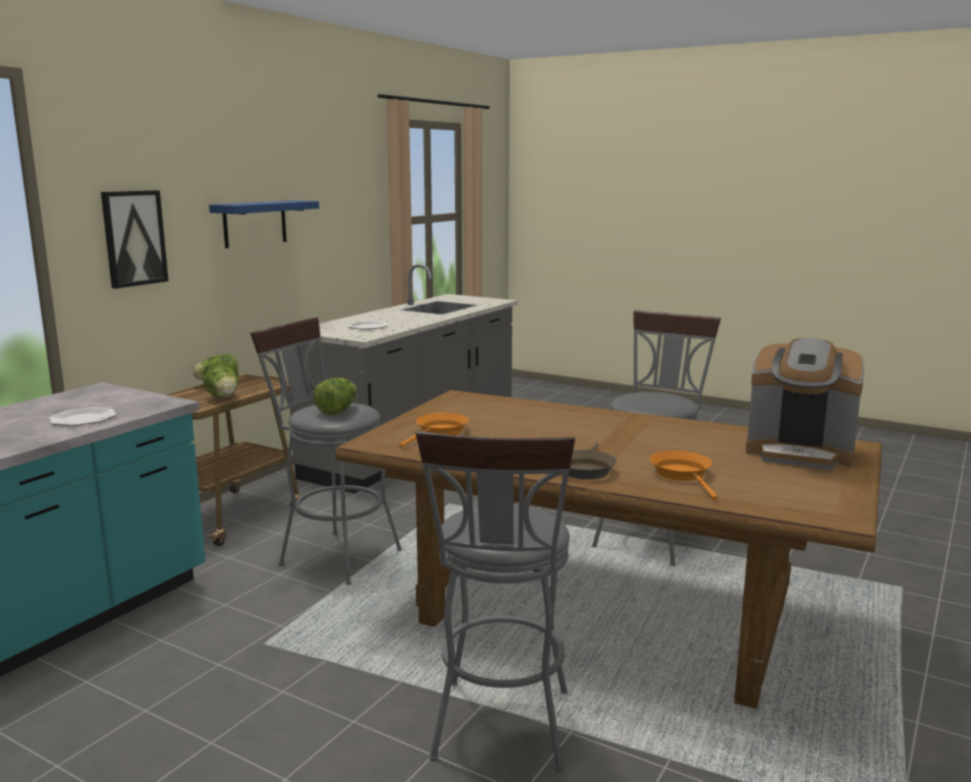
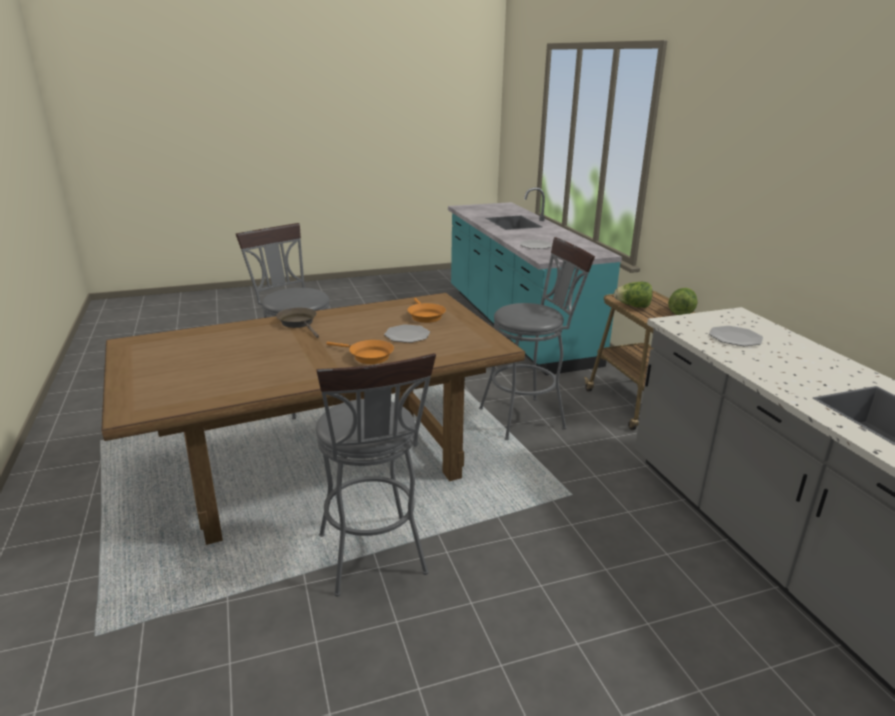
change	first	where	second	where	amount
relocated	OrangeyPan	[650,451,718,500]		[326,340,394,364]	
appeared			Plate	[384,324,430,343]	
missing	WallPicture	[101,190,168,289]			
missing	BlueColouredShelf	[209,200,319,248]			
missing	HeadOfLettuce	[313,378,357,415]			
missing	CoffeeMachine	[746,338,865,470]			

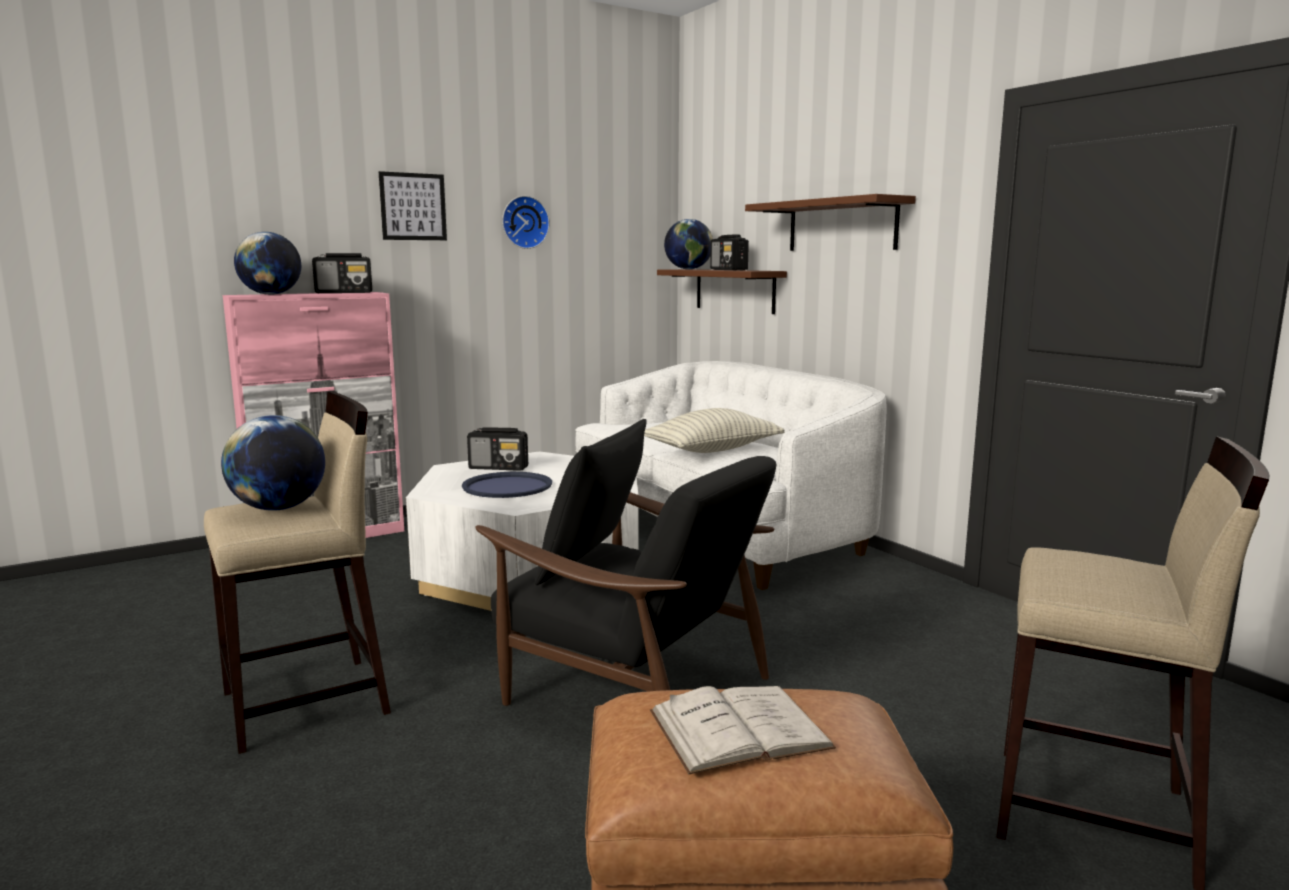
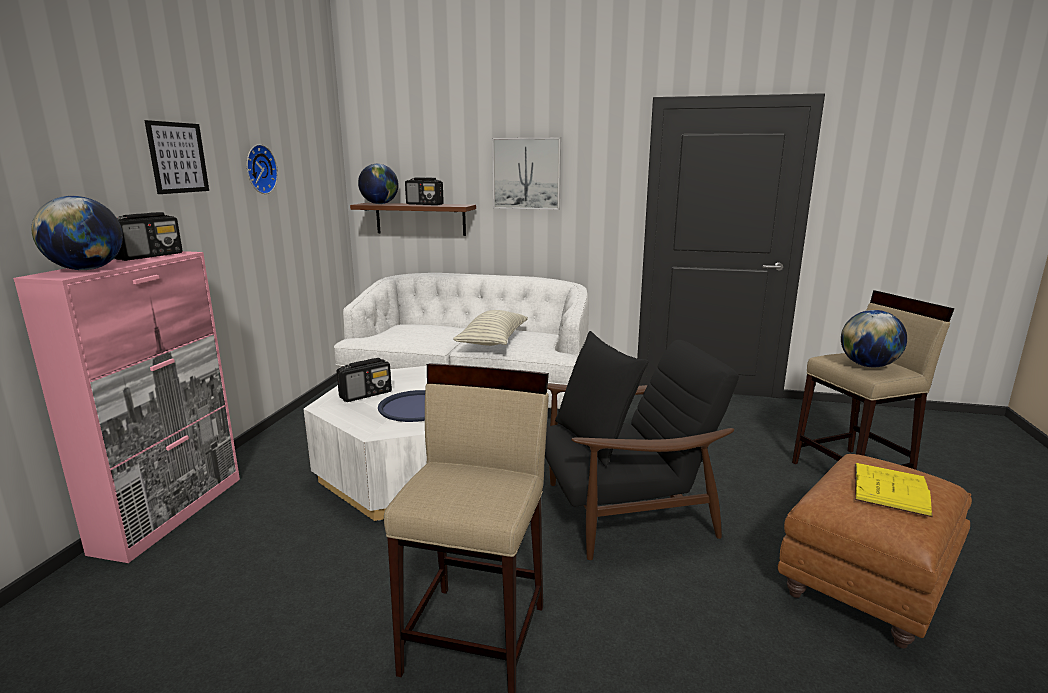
change	first	where	second	where	amount
exchanged	BrownColouredShelf	[745,194,916,251]	WallPicture	[492,137,561,210]	
relocated	DeskGlobe	[221,415,325,511]		[841,310,907,367]	
colour	WhiteColouredVolume	[650,686,836,774]	YellowColouredVolume	[855,463,933,517]	

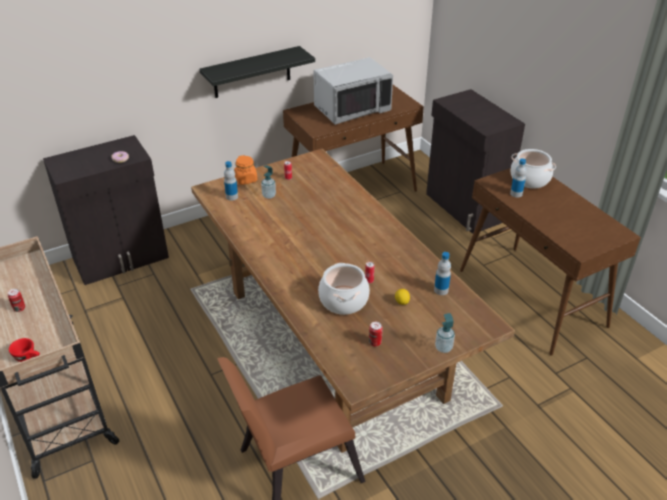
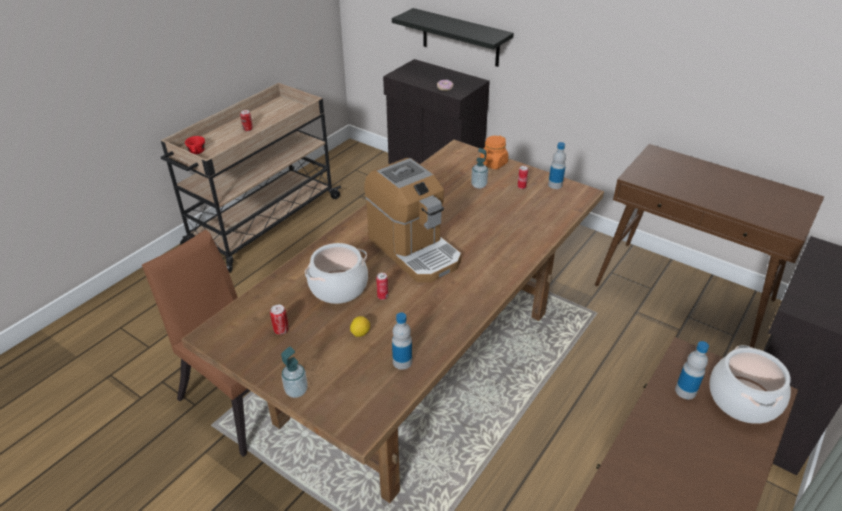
change	first	where	second	where	amount
appeared			CoffeeMachine	[364,158,461,282]	
relocated	BlackShelf	[200,46,315,98]		[392,8,514,67]	
relocated	BeverageBottle	[224,161,238,201]		[548,142,566,189]	
missing	GrayMicrowaveOven	[313,57,393,125]			

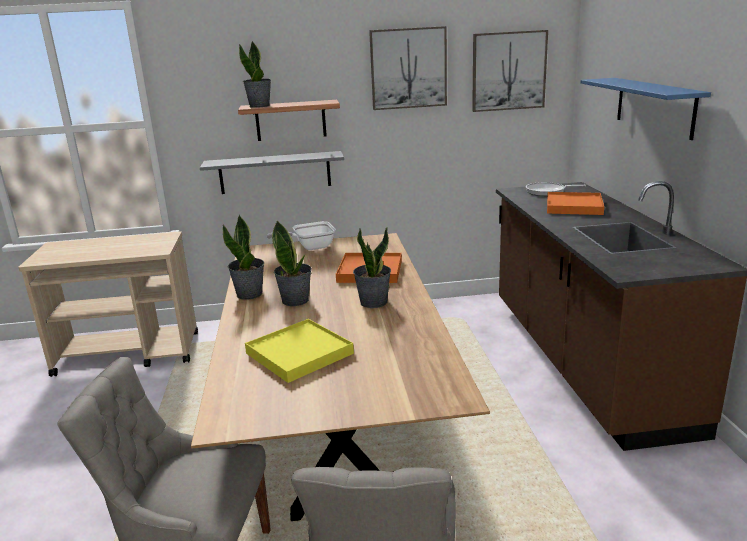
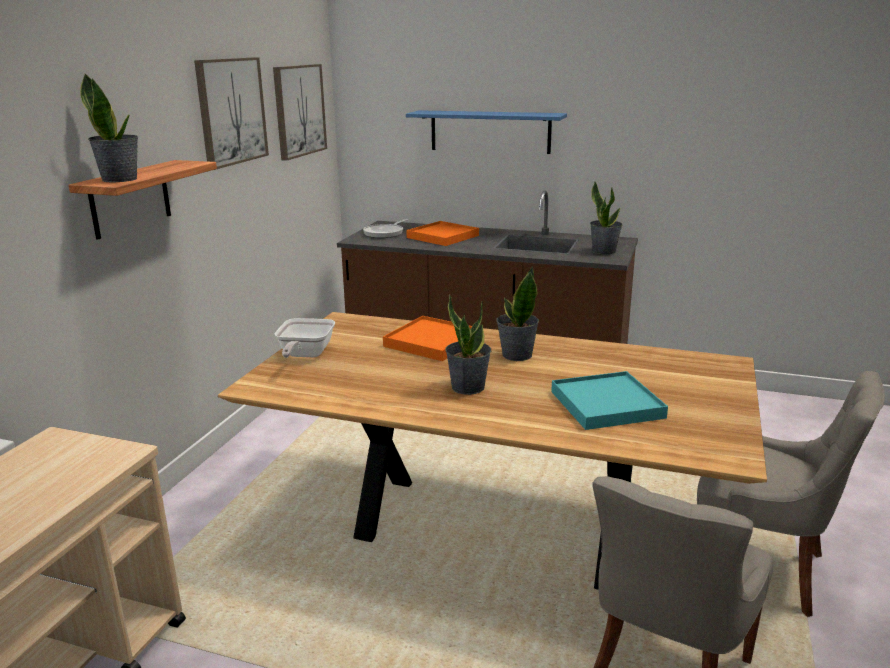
change	first	where	second	where	amount
colour	YellowColouredServingTray	[245,319,354,383]	BlueGreenServingTray	[551,371,668,430]	
relocated	PlantInAPot	[223,214,264,300]		[590,181,622,255]	
missing	GrayShelf	[200,151,344,194]			

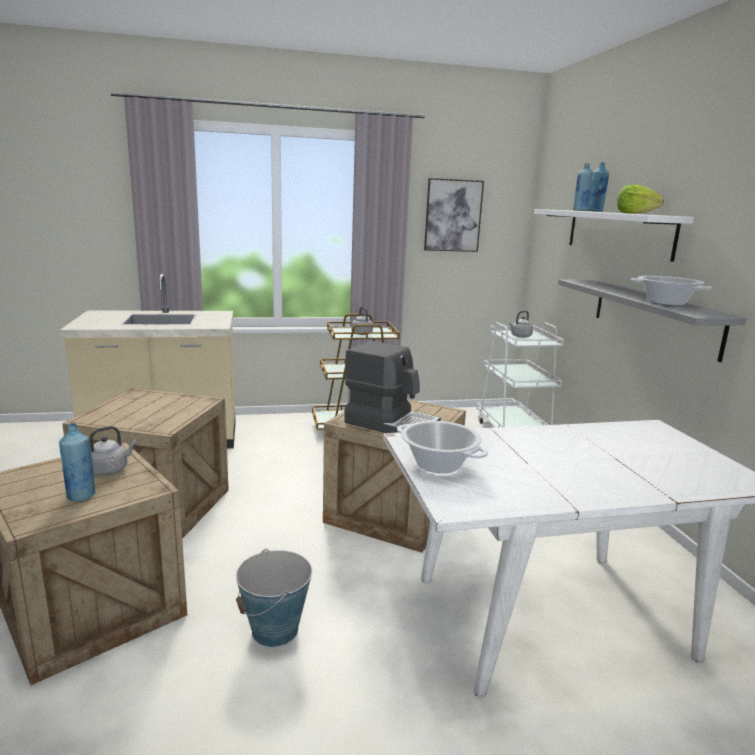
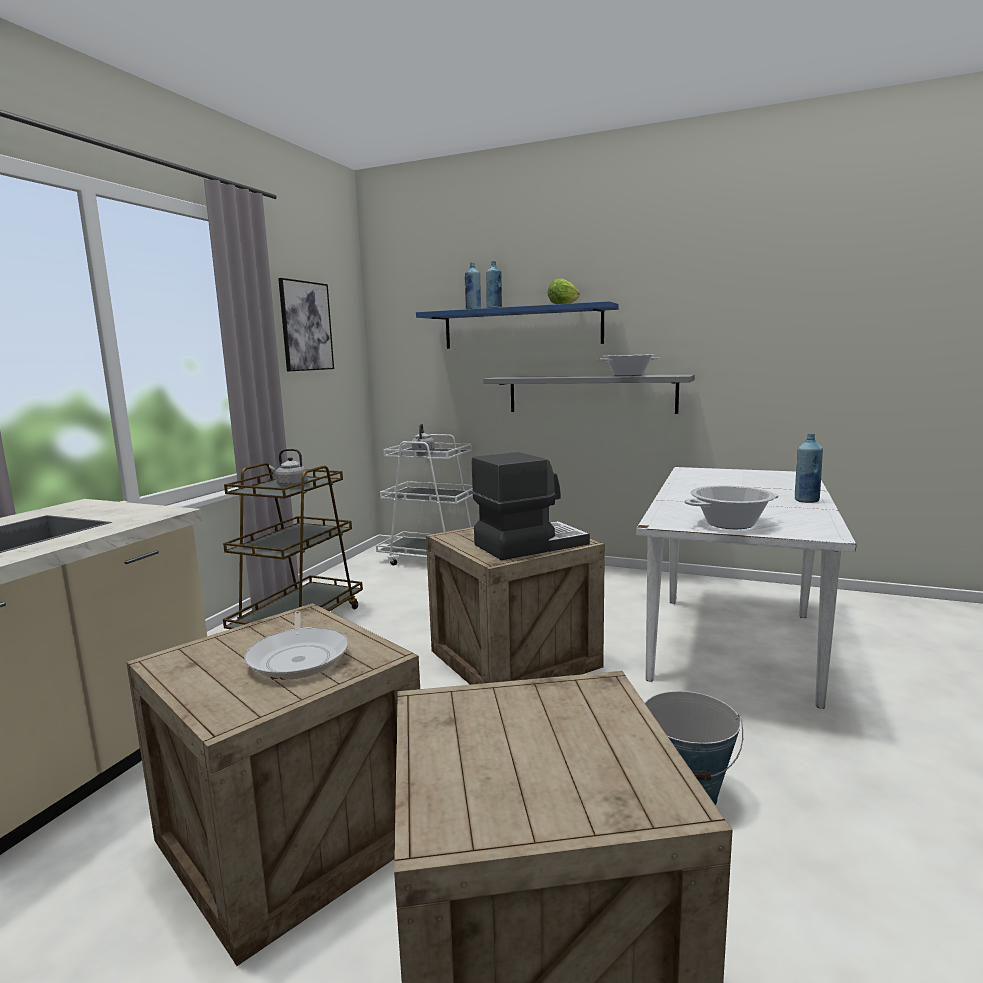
change	first	where	second	where	amount
appeared			Pan	[244,611,349,679]	
colour	WhiteColouredShelf	[534,209,694,262]	BlueColouredShelf	[416,301,619,349]	
relocated	BlueColouredBeverageBottle	[59,423,96,502]		[795,434,823,503]	
missing	GrayTeaKettle	[89,426,137,475]			

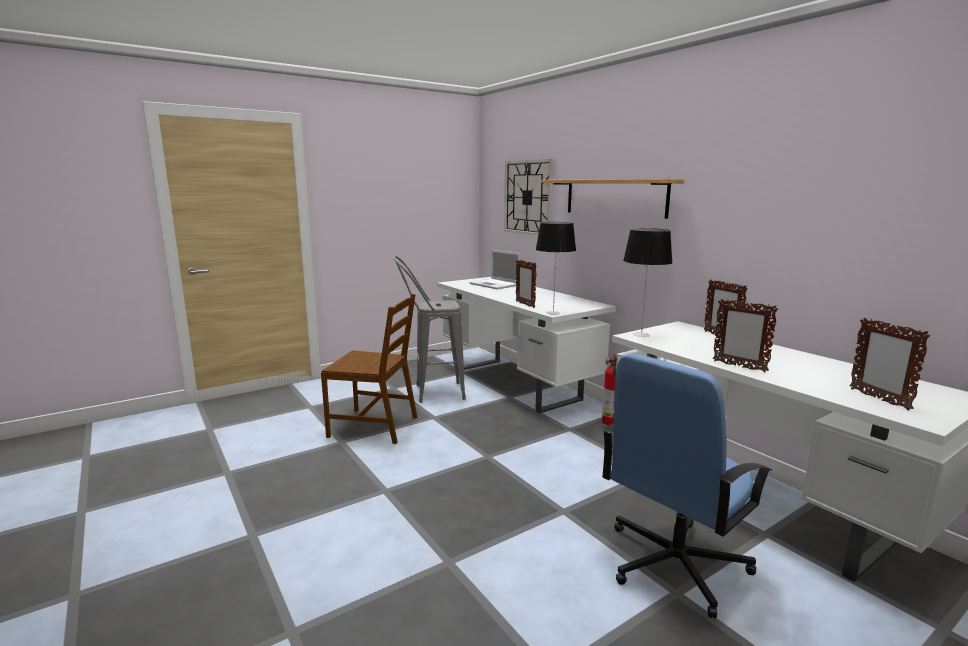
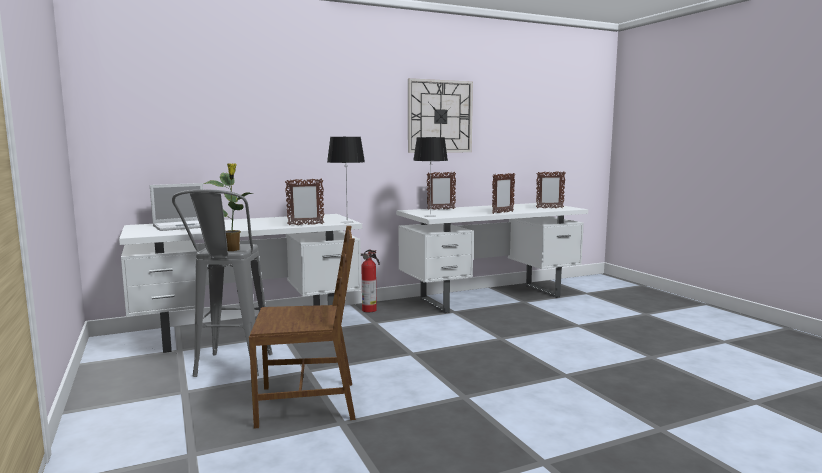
change	first	where	second	where	amount
appeared			PlantInAPot	[204,163,254,251]	
spun	BrownColouredPlainChair	[321,294,417,444]		[249,226,356,428]	60 degrees clockwise
relocated	ClockOnTheWall	[504,159,554,235]		[408,78,473,153]	
missing	Shelf	[541,179,684,219]			
missing	BlueColouredComputerChair	[602,353,773,619]			

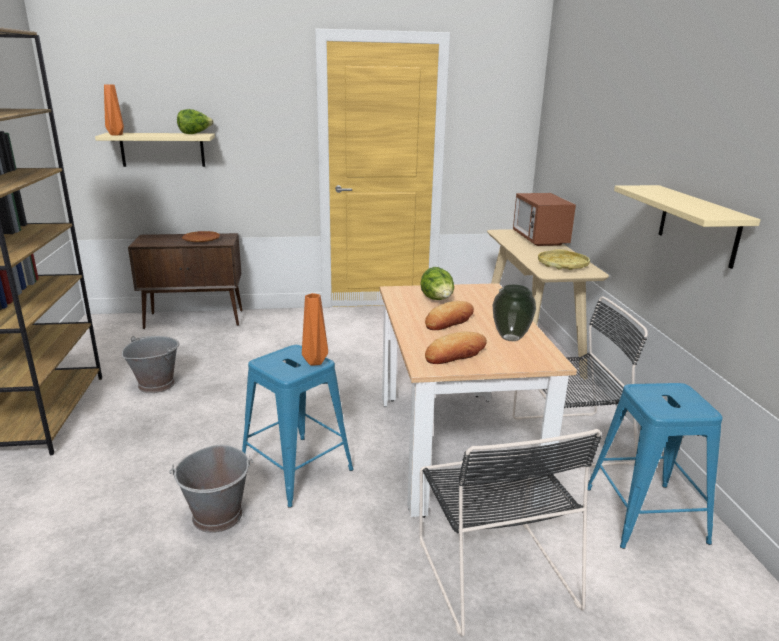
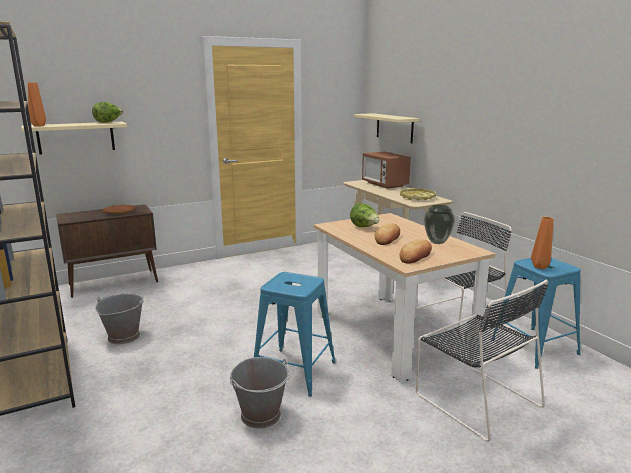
change	first	where	second	where	amount
relocated	BeigeColouredShelf	[614,185,761,269]		[354,113,420,143]	
relocated	OrangeyVase	[302,293,328,366]		[531,217,554,269]	

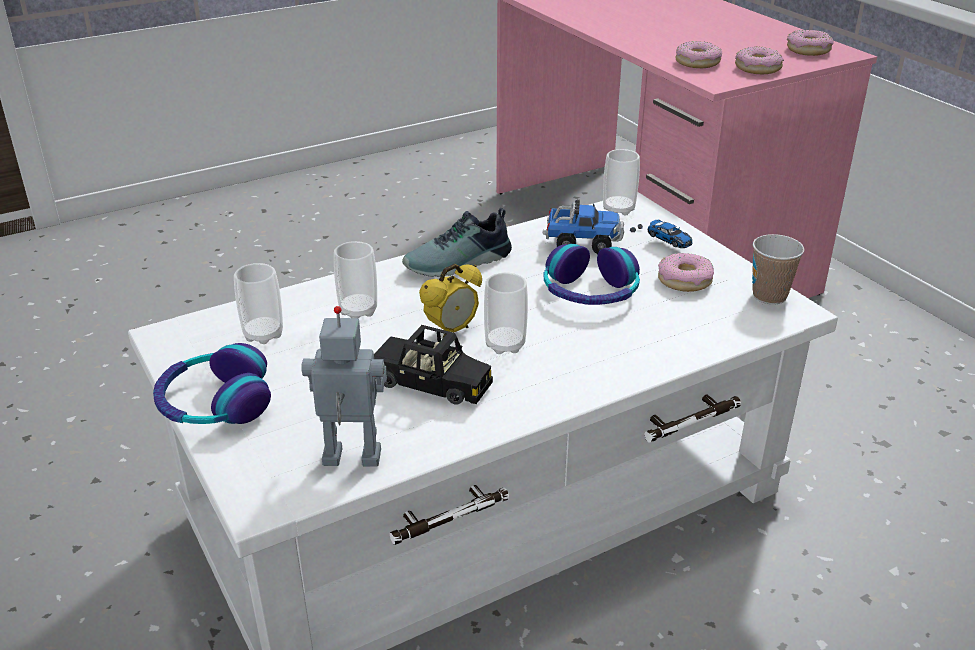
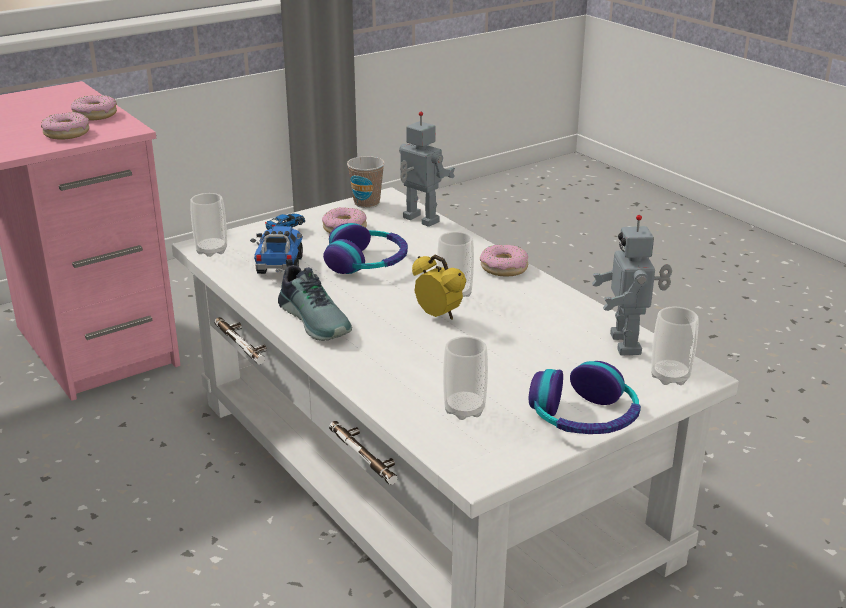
change	first	where	second	where	amount
appeared			RobotFigure	[399,112,455,227]	
relocated	Doughnut	[787,30,834,56]		[480,245,528,276]	
relocated	Cup	[334,241,377,319]		[651,306,699,385]	
missing	BlackModelCar	[374,325,493,405]			

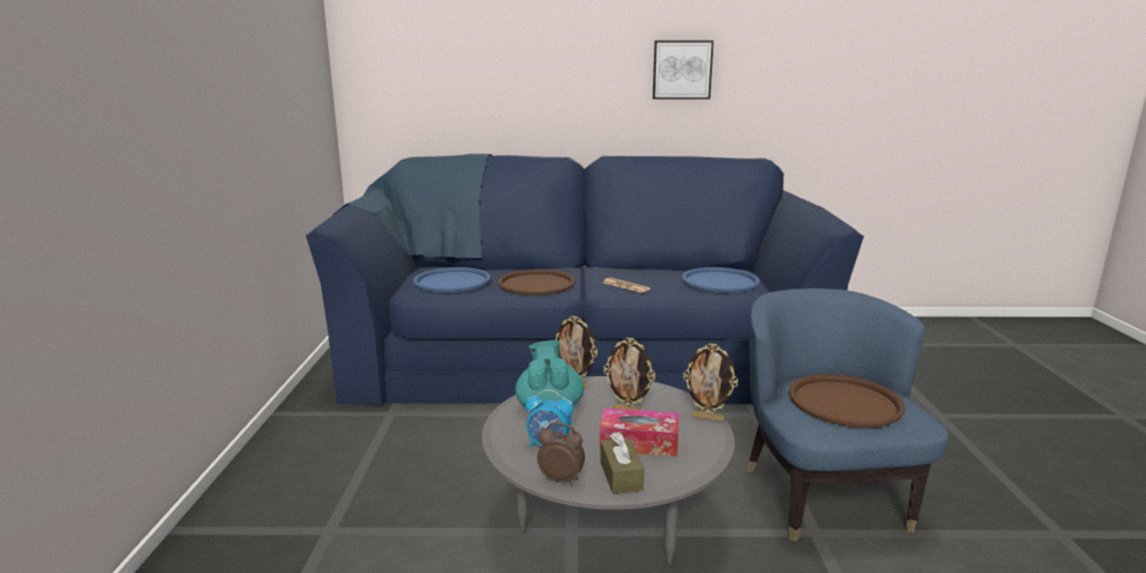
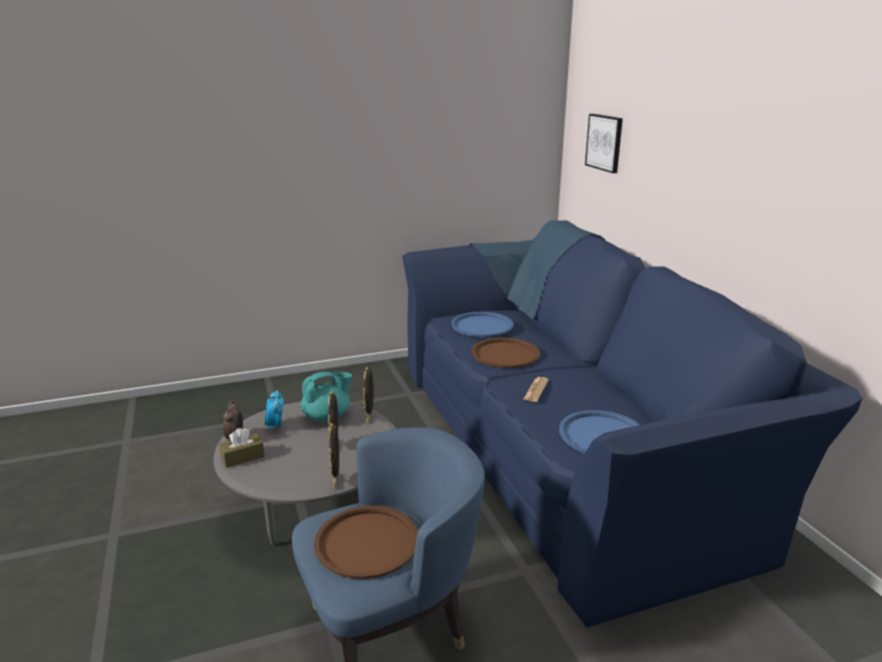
change	first	where	second	where	amount
relocated	WallPicture	[653,41,714,99]		[585,114,623,173]	
missing	BoxOfTissues	[600,408,679,457]			

